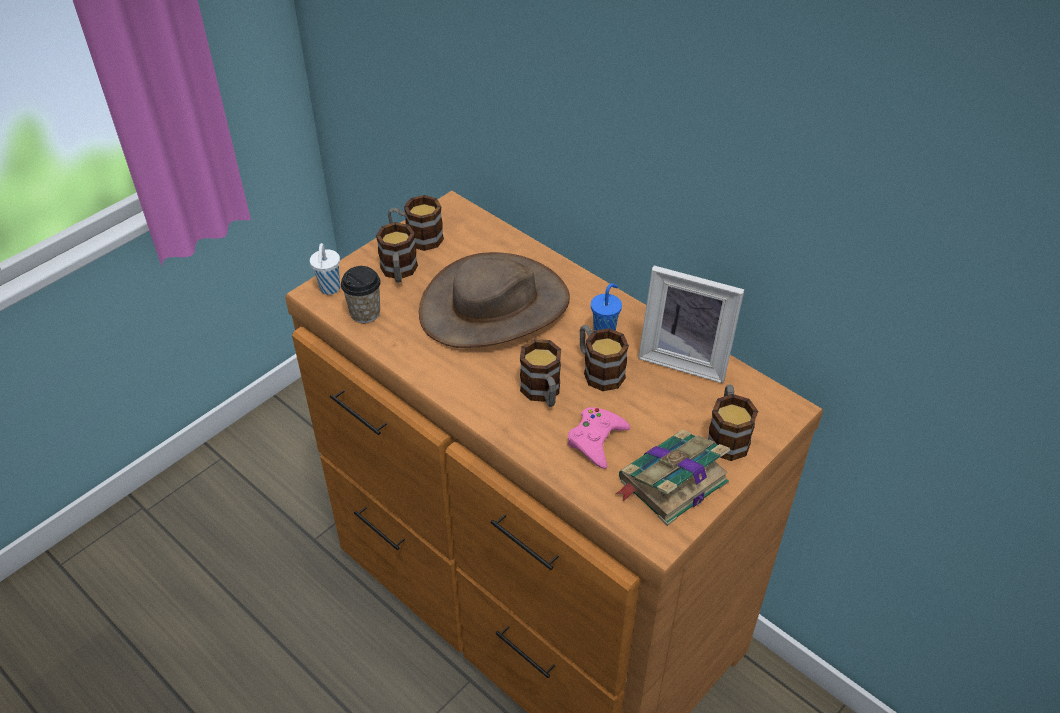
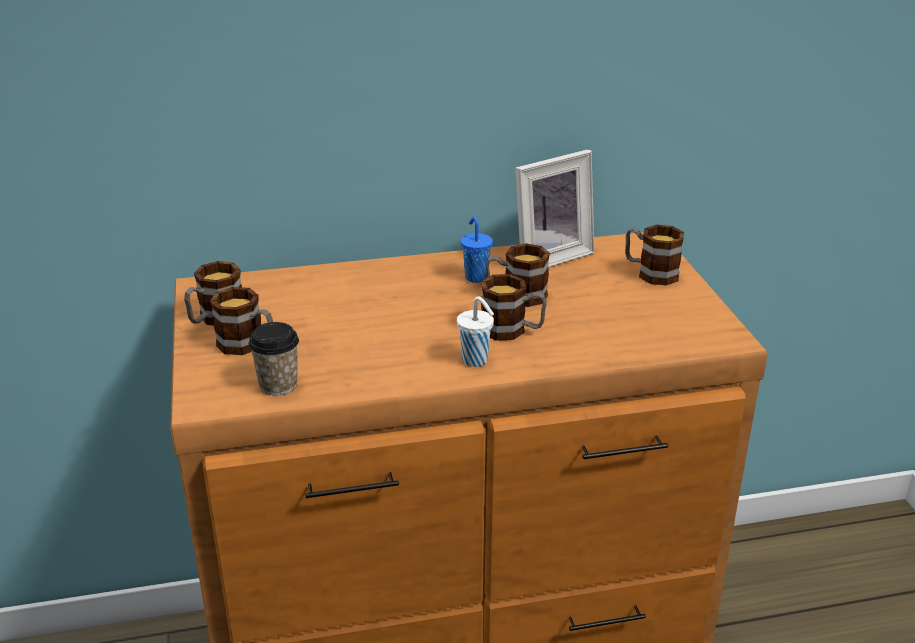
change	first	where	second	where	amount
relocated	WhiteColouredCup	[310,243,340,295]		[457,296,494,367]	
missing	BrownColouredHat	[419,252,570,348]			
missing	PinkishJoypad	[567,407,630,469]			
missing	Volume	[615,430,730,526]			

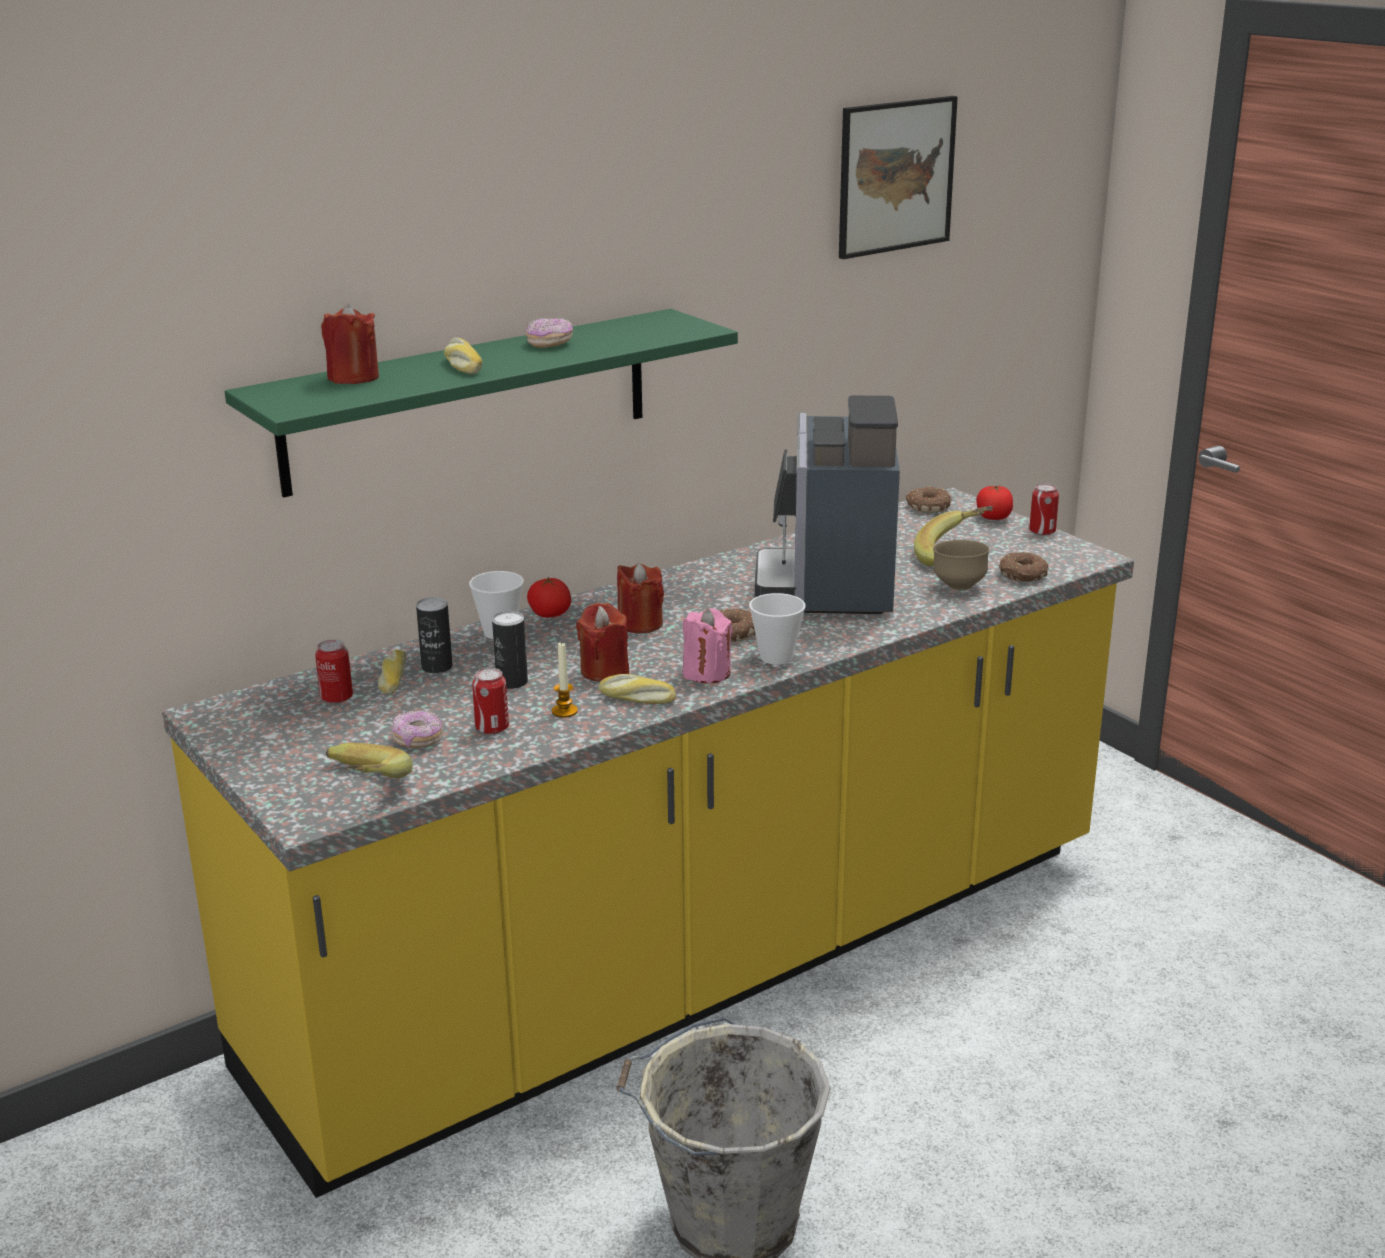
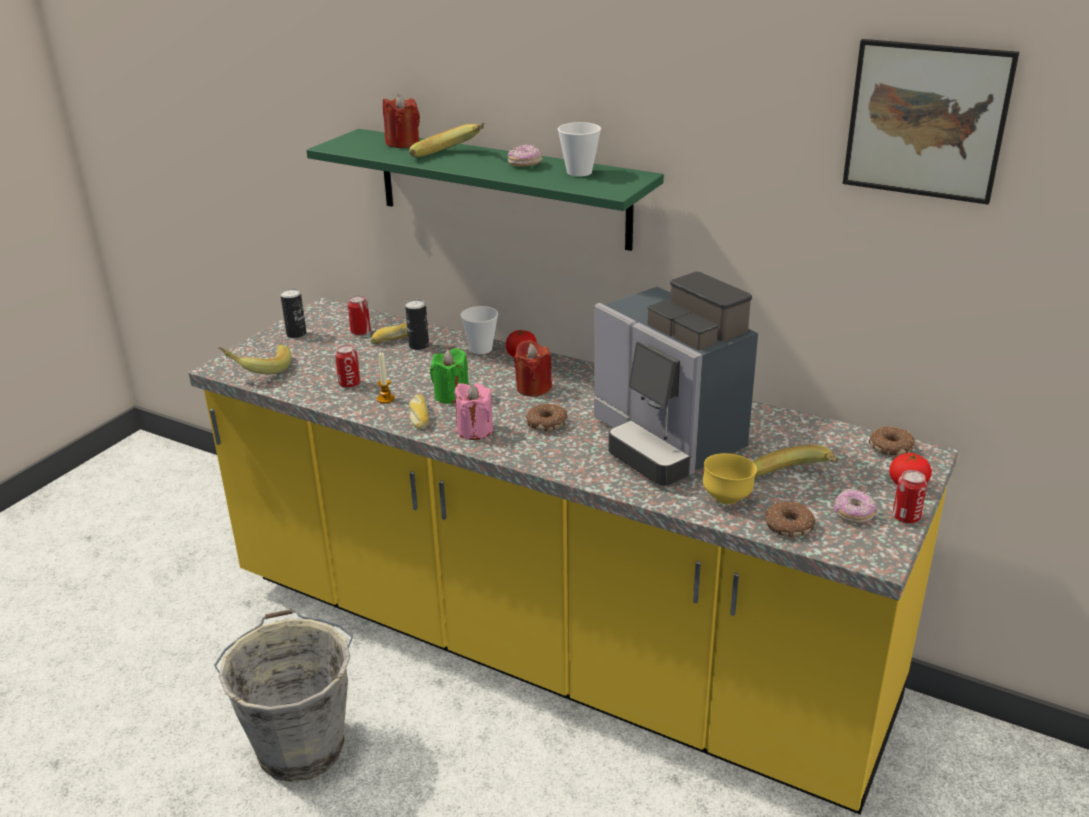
change	first	where	second	where	amount
relocated	Can	[492,611,528,689]		[280,289,307,338]	
exchanged	BakedBread	[444,338,483,375]	WholeBanana	[409,123,485,157]	
colour	RedWaxCandle	[576,603,629,682]	GreenColouredWaxCandle	[430,348,469,404]	
relocated	Cup	[749,593,805,665]		[558,122,601,177]	
spun	CoffeeMachine	[755,395,900,614]		[594,271,758,486]	105 degrees counterclockwise
colour	BrownColouredDeepDish	[933,540,990,590]	YellowColouredDeepDish	[703,453,757,504]	
relocated	Doughnut	[392,710,443,748]		[834,489,876,523]	

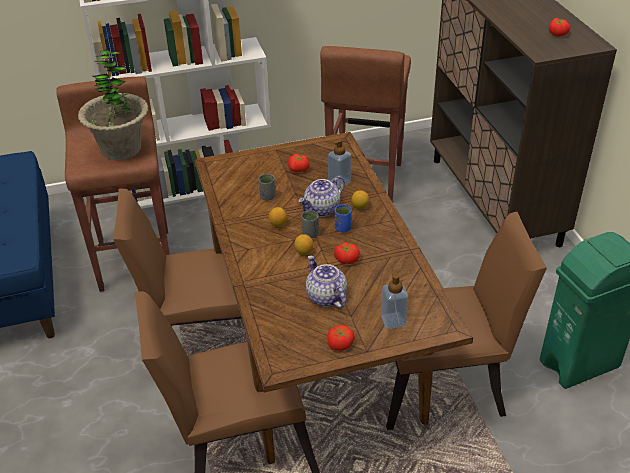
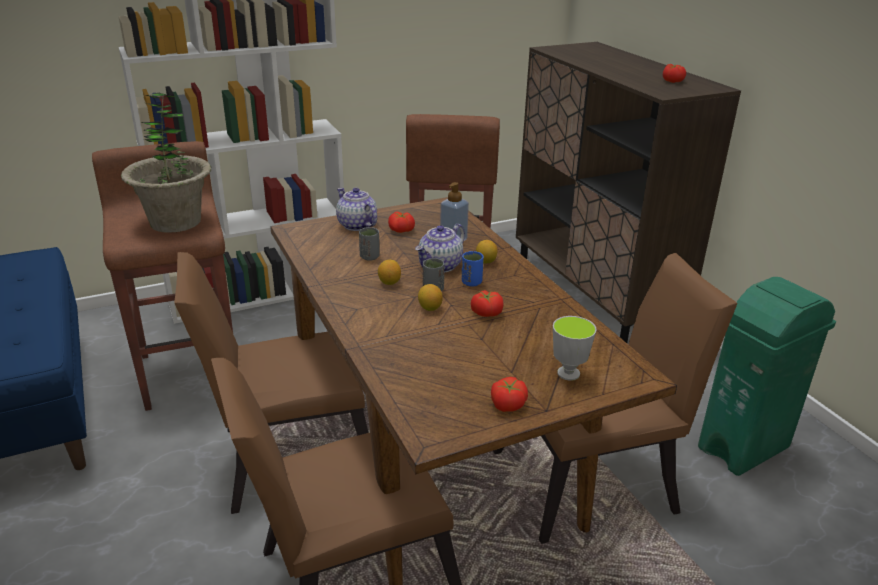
change	first	where	second	where	amount
relocated	Teapot	[306,255,347,308]		[336,188,377,231]	
exchanged	SoapDispenser	[381,270,408,329]	Cup	[553,316,597,381]	

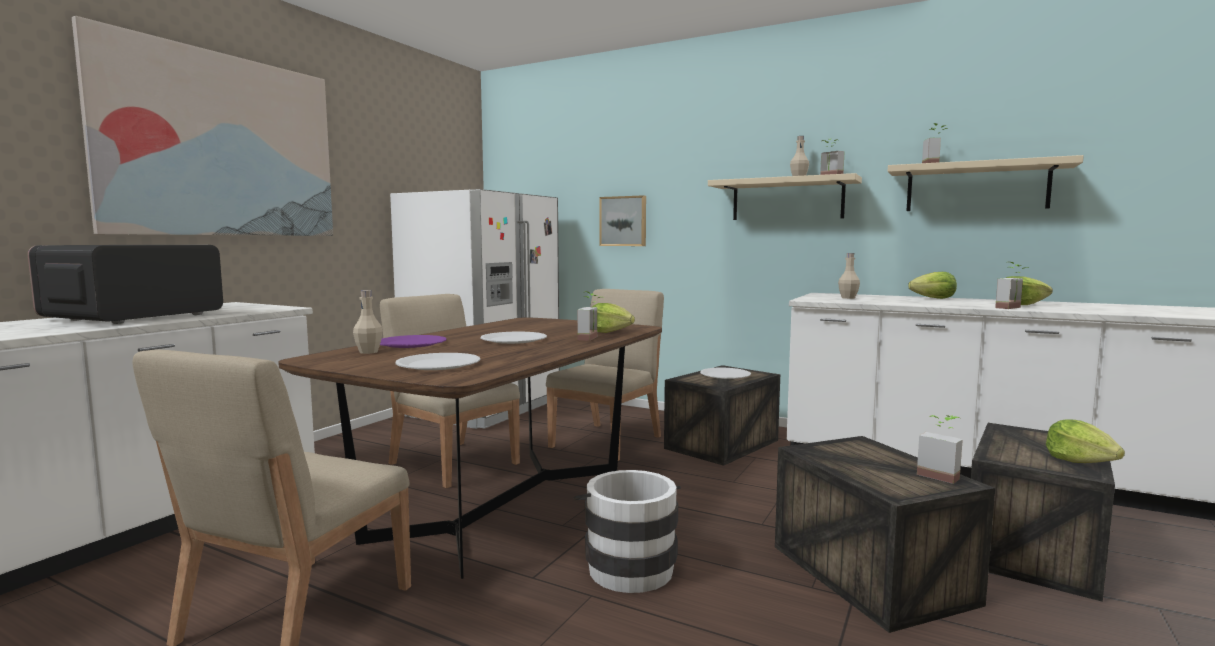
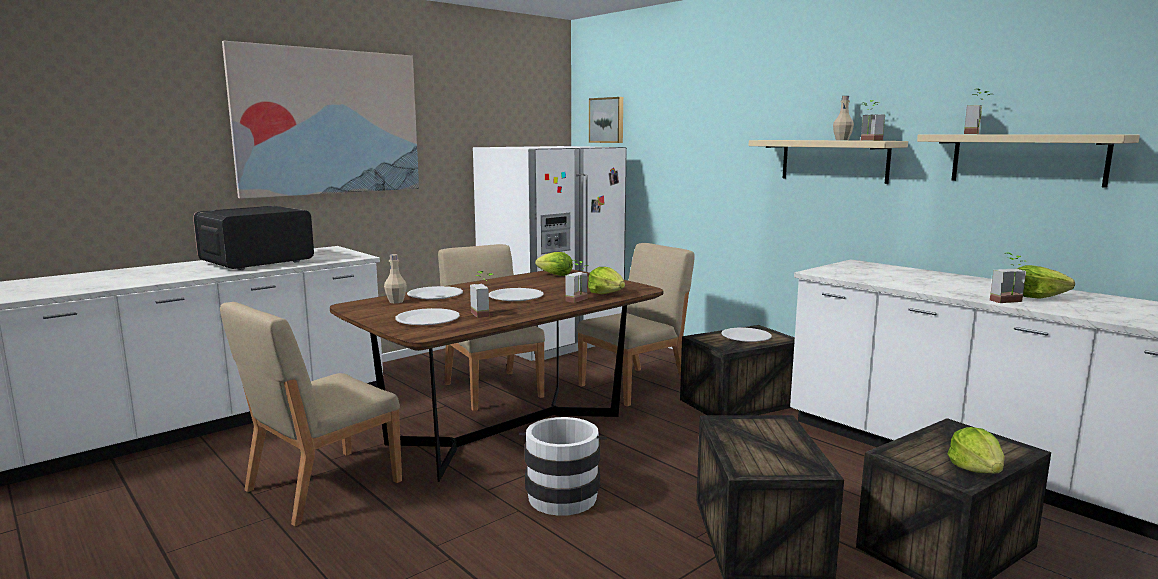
change	first	where	second	where	amount
colour	PurplishPlate	[380,335,447,348]	WhiteColouredPlate	[407,286,463,300]	
relocated	PlantInAPot	[917,415,963,484]		[470,271,495,318]	
relocated	HeadOfLettuce	[908,272,957,299]		[535,252,573,276]	
relocated	WallPicture	[600,195,646,246]		[589,97,623,143]	
missing	BeigeColouredBeverageBottle	[838,253,860,299]			

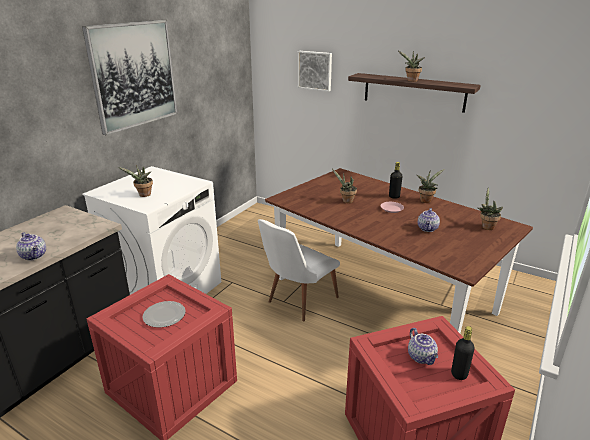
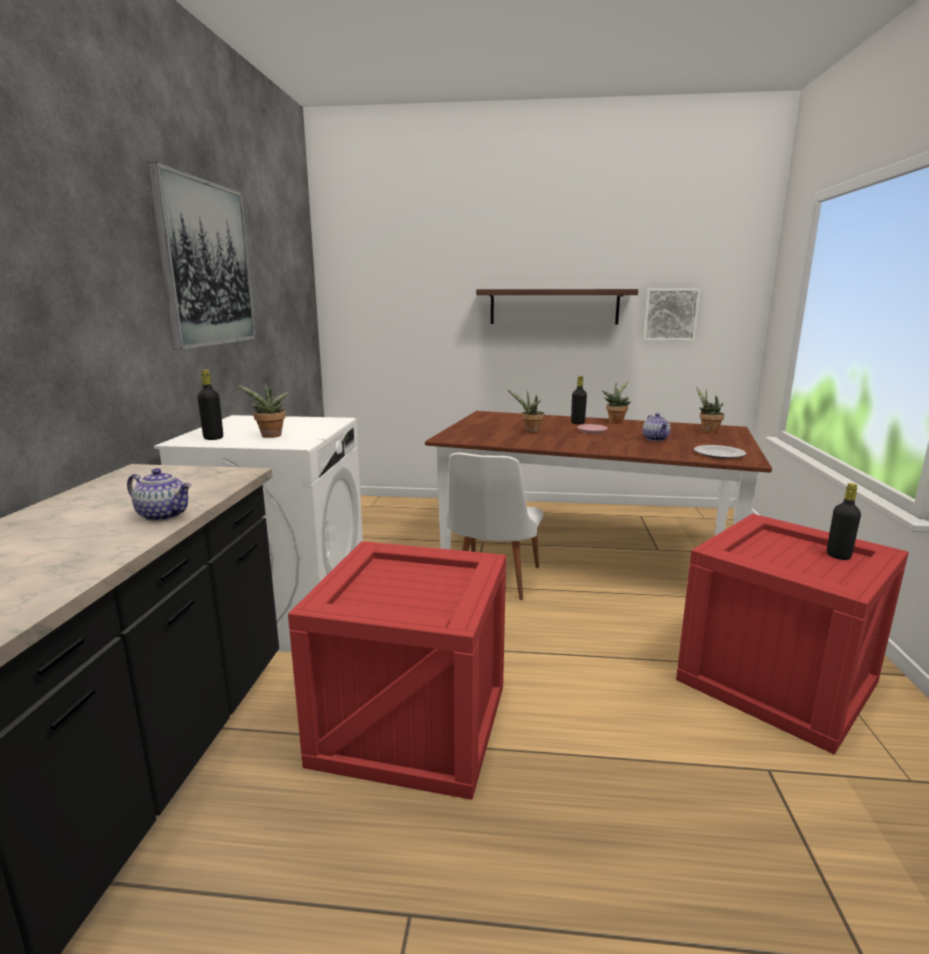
change	first	where	second	where	amount
appeared			BlackBeverageBottle	[197,370,223,440]	
relocated	WallPicture	[298,51,332,92]		[643,289,700,341]	
relocated	Plate	[142,301,186,328]		[694,445,746,459]	
missing	PlantInAPot	[398,51,425,82]			
missing	Teapot	[408,328,438,365]			

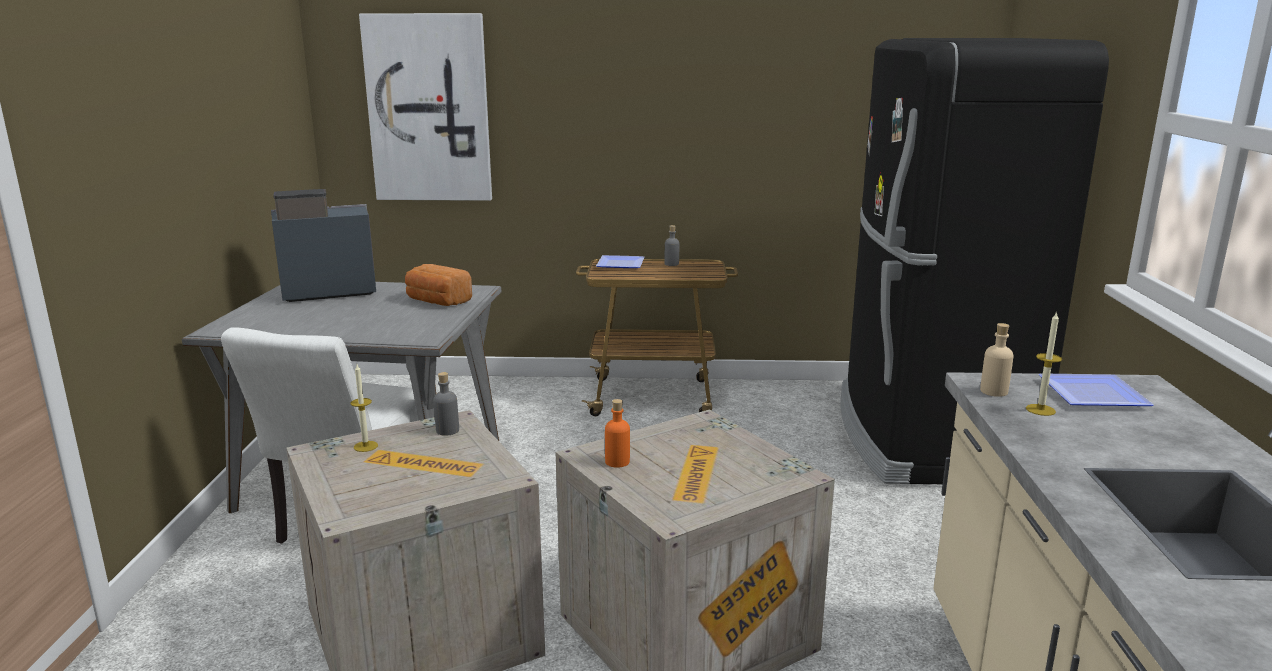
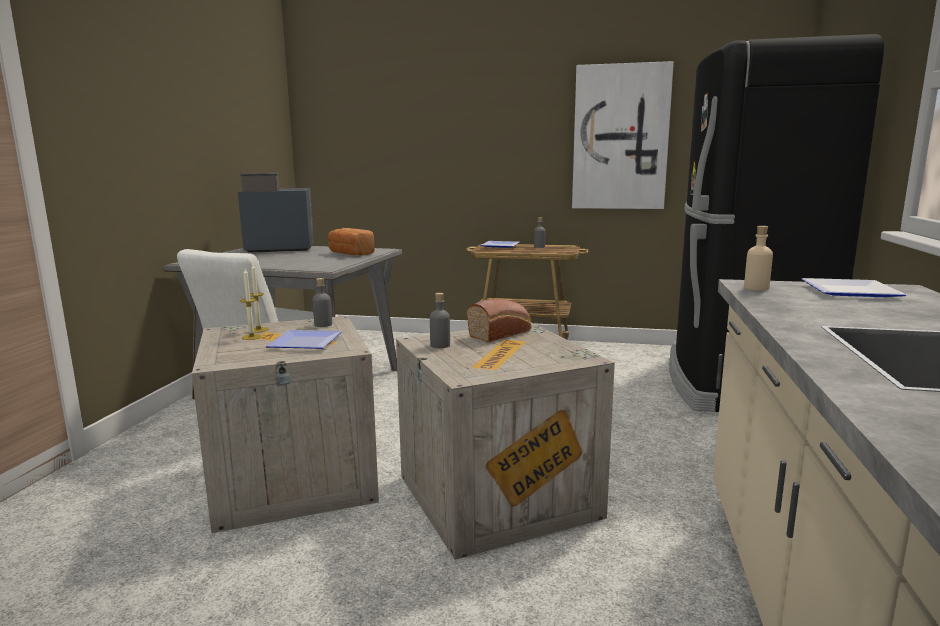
change	first	where	second	where	amount
relocated	WaxCandle	[1026,311,1062,416]		[240,269,262,340]	
appeared			Plate	[265,330,342,349]	
colour	OrangeyBeverageBottle	[605,399,630,468]	GrayBeverageBottle	[430,293,450,348]	
appeared			BakedBread	[467,299,532,342]	
relocated	WallPicture	[359,13,492,201]		[572,61,674,209]	

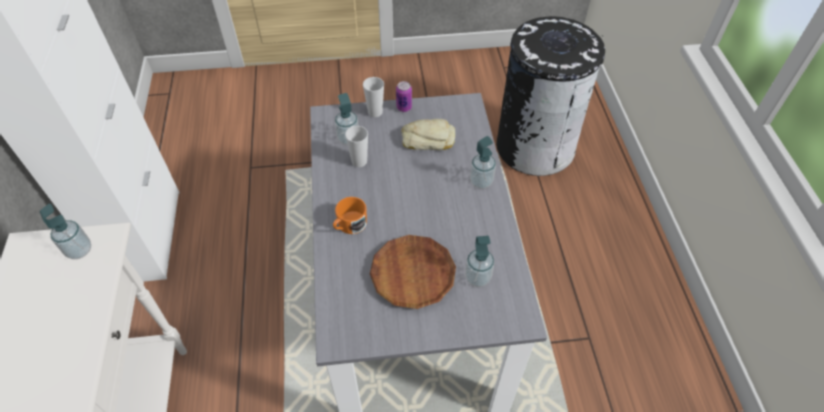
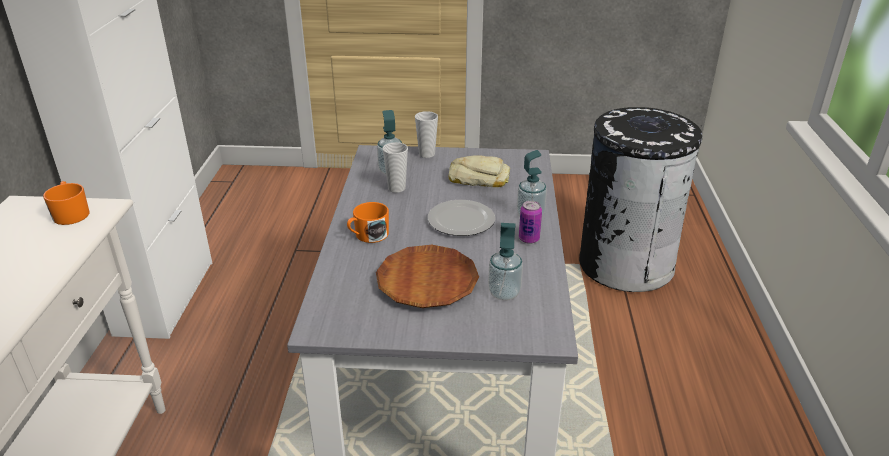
change	first	where	second	where	amount
exchanged	SoapDispenser	[40,204,91,259]	OrangeyCoffeeMug	[43,181,90,225]	
appeared			Plate	[428,200,495,236]	
relocated	Can	[396,81,412,112]		[519,201,542,244]	

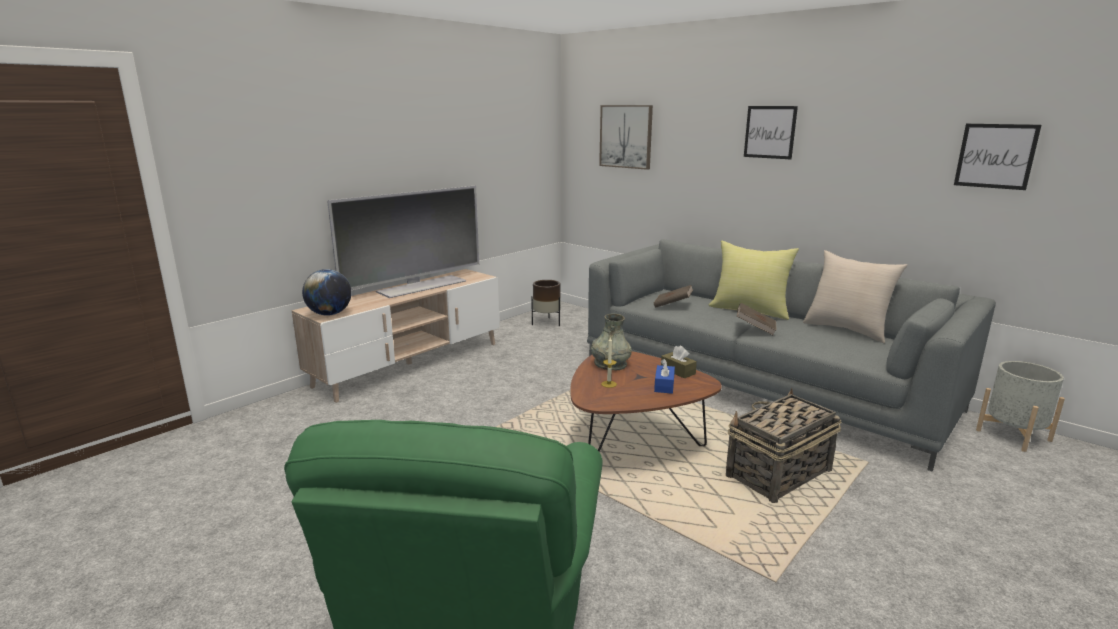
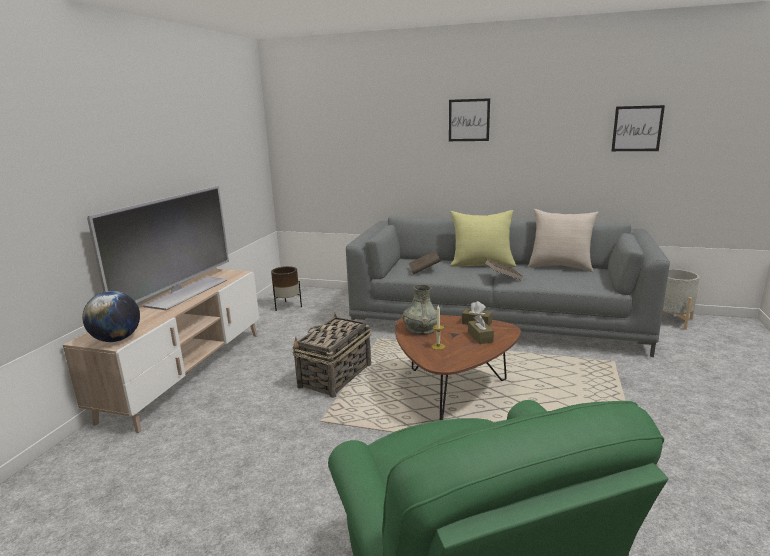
change	first	where	second	where	amount
relocated	Basket	[726,388,842,503]		[292,313,371,398]	
colour	BlueColouredBoxOfTissues	[654,359,675,394]	BrownColouredBoxOfTissues	[468,315,494,344]	
missing	WallPicture	[599,105,653,170]			

